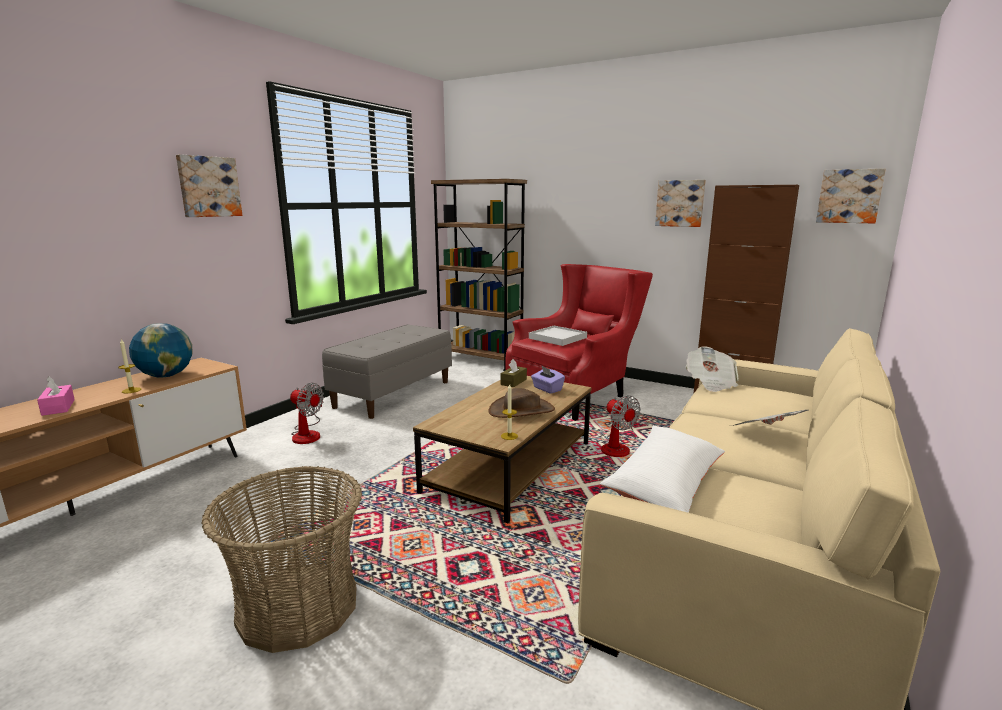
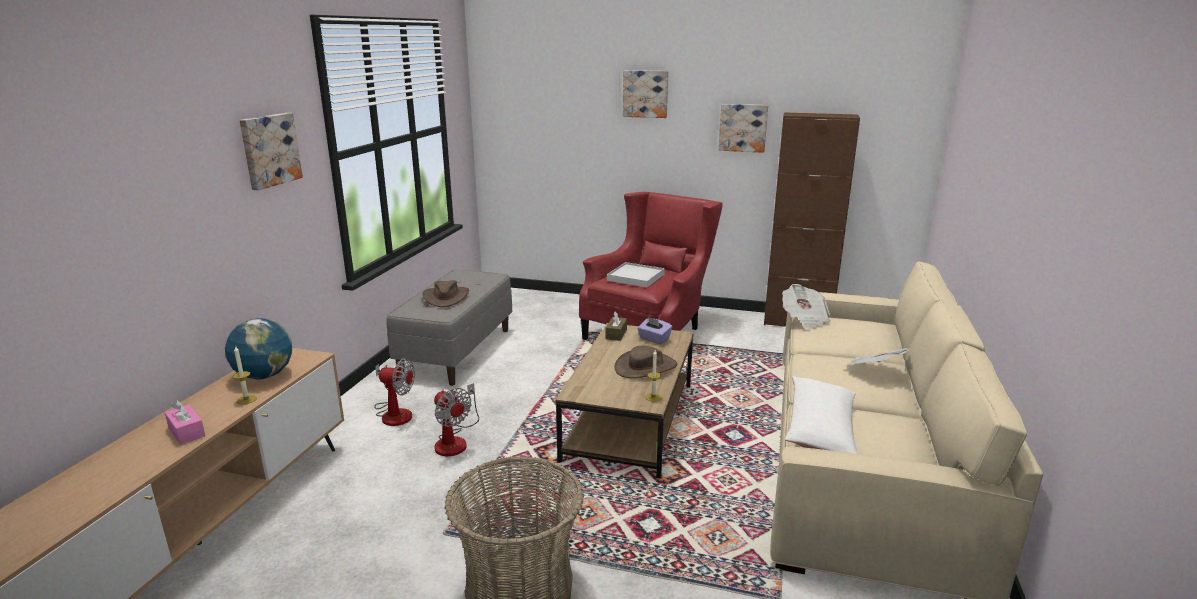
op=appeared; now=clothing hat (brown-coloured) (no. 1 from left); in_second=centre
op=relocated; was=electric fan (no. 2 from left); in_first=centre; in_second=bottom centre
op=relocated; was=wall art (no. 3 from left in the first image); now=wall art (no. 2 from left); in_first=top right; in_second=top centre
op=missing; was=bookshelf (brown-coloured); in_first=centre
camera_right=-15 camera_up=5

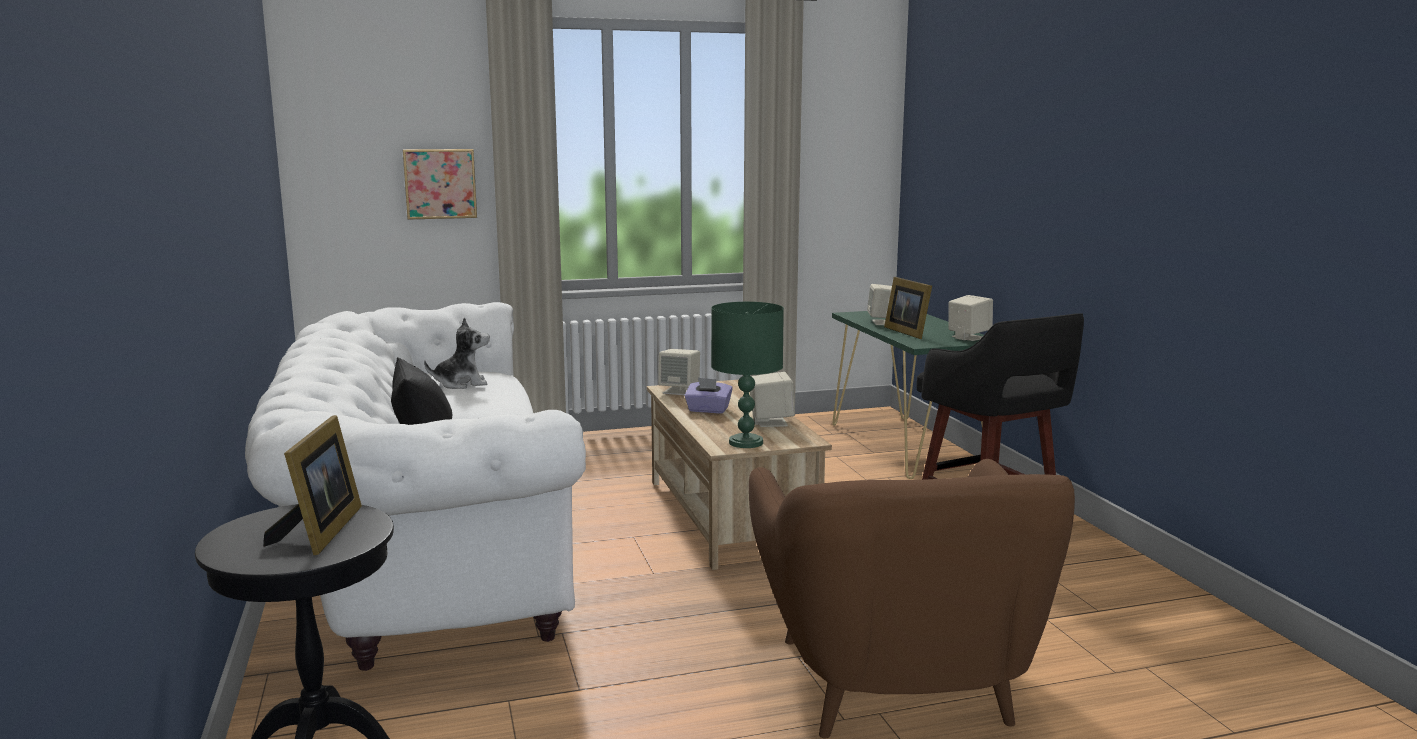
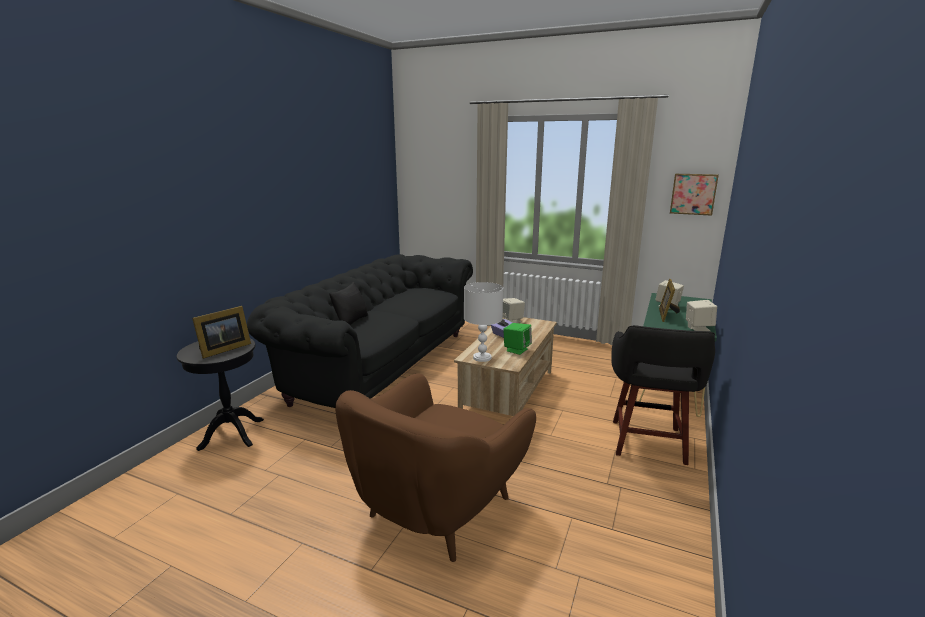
op=colour; was=sofa (whitish); now=sofa (black-coloured); in_first=middle left; in_second=centre
op=colour; was=tabletop lamp (green); now=tabletop lamp (whitish); in_first=centre; in_second=centre
op=colour; was=speaker (sand-coloured) (no. 2 from left); now=speaker (green); in_first=centre; in_second=centre
op=relocated; was=wall art; in_first=top left; in_second=top right
op=missing; was=cuddly toy; in_first=middle left
camera_right=40 camera_up=5

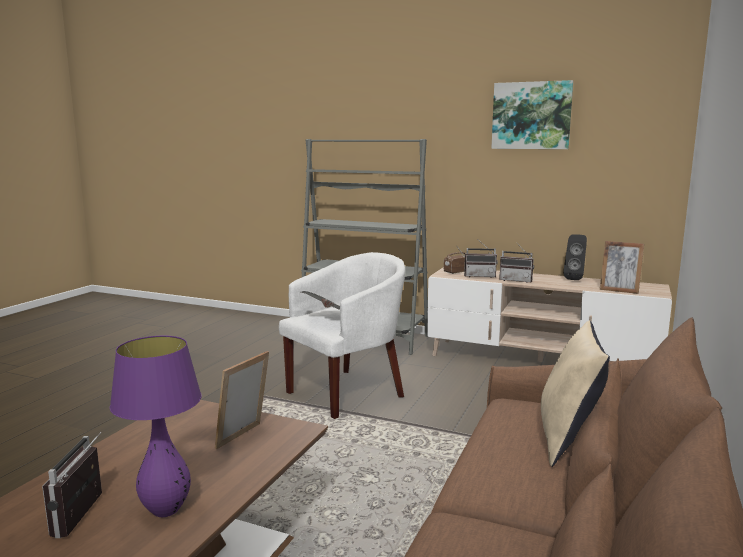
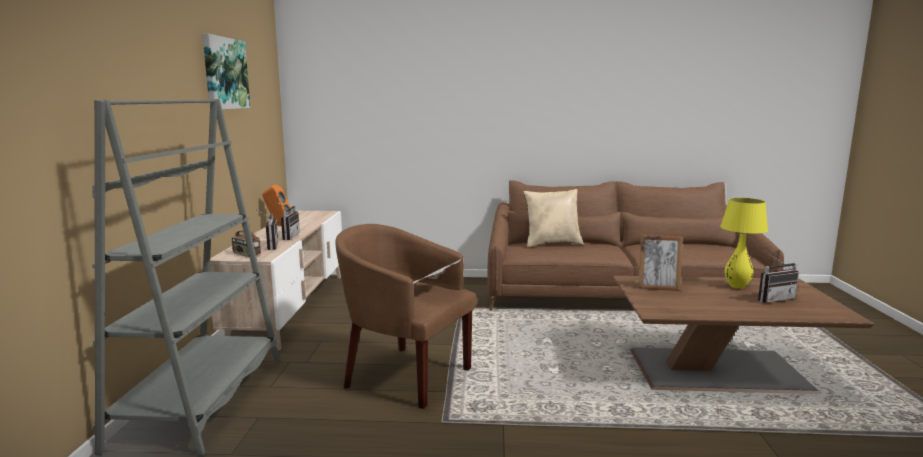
op=colour; was=speaker (black-coloured); now=speaker (orange); in_first=middle right; in_second=middle left
op=colour; was=armchair (whitish); now=armchair (brown-coloured); in_first=centre; in_second=bottom centre
op=colour; was=tabletop lamp (purple); now=tabletop lamp (yellow-coloured); in_first=bottom left; in_second=middle right
op=missing; was=standing frame (no. 2 from left); in_first=middle right
camera_right=-110 camera_up=0

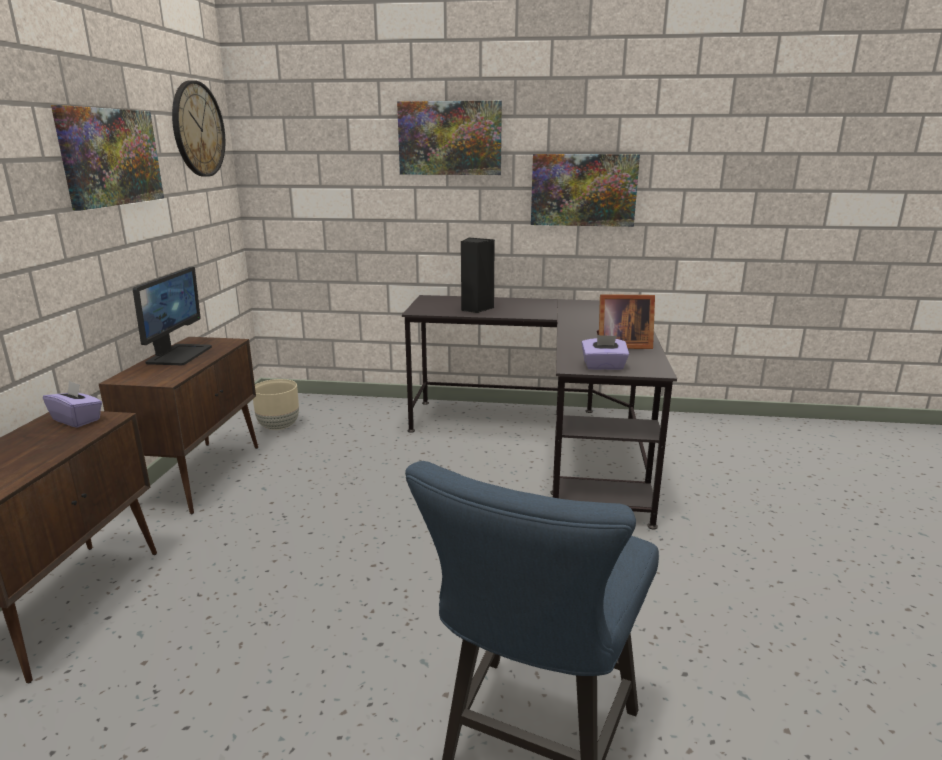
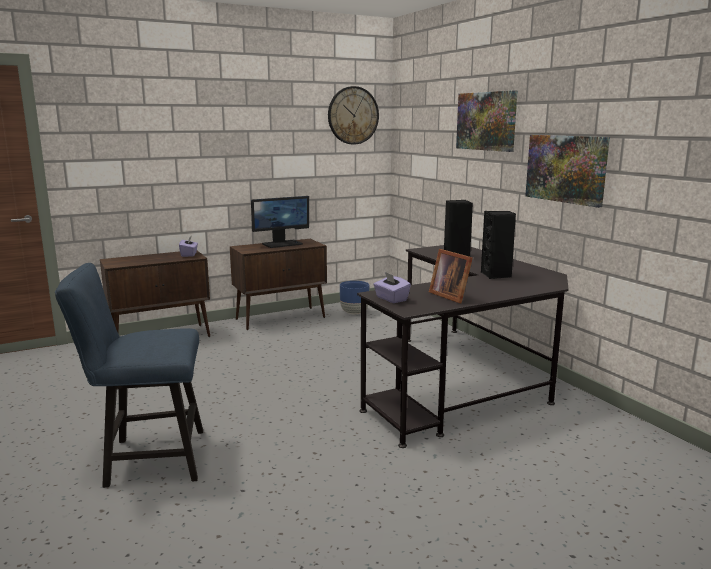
op=colour; was=plant pot (sand-coloured); now=plant pot (blue); in_first=middle left; in_second=centre
op=appeared; now=speaker (black-coloured) (no. 2 from left); in_second=middle right
op=missing; was=wall art (no. 1 from left); in_first=top left
camera_right=55 camera_up=-5

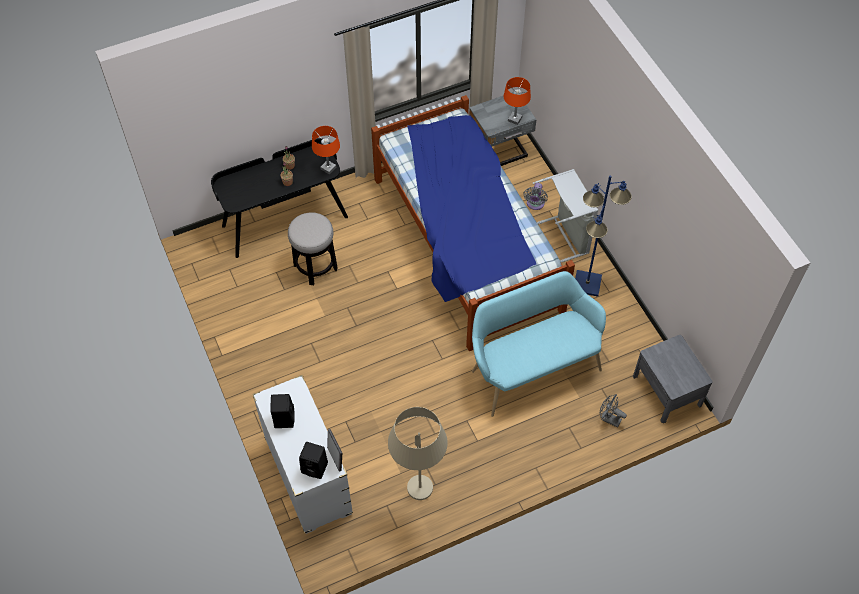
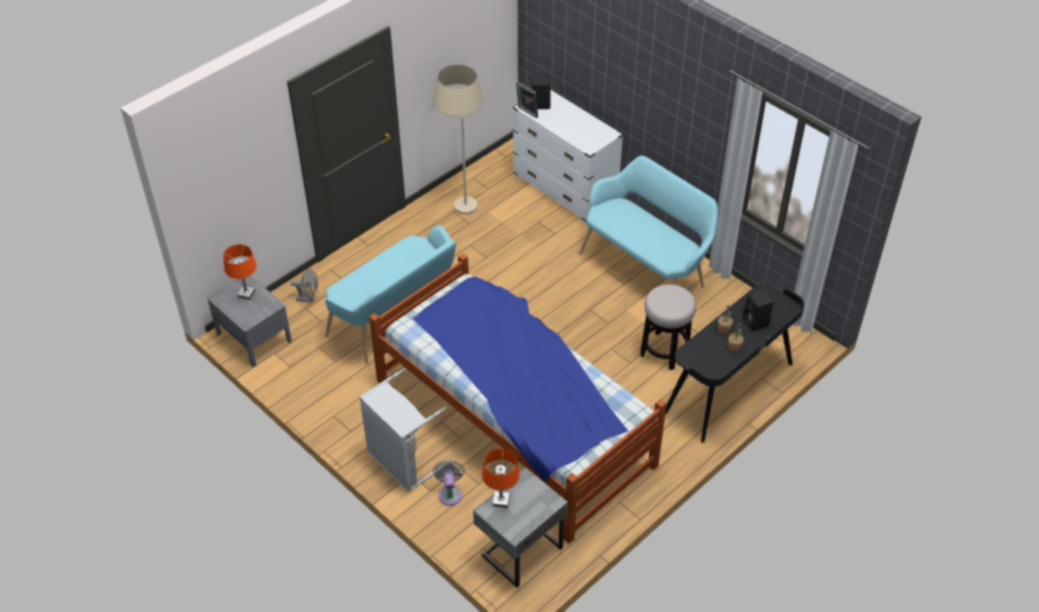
op=relocated; was=tabletop lamp (orange) (no. 1 from left); in_first=top centre; in_second=middle left
op=appeared; now=bench (turquoise) (no. 2 from left); in_second=centre
op=relocated; was=speaker (black-coloured) (no. 1 from left in the first image); now=speaker (black-coloured) (no. 2 from left); in_first=bottom left; in_second=middle right
op=missing; was=standard lamp (blue); in_first=middle right
camera_right=160 camera_up=-10

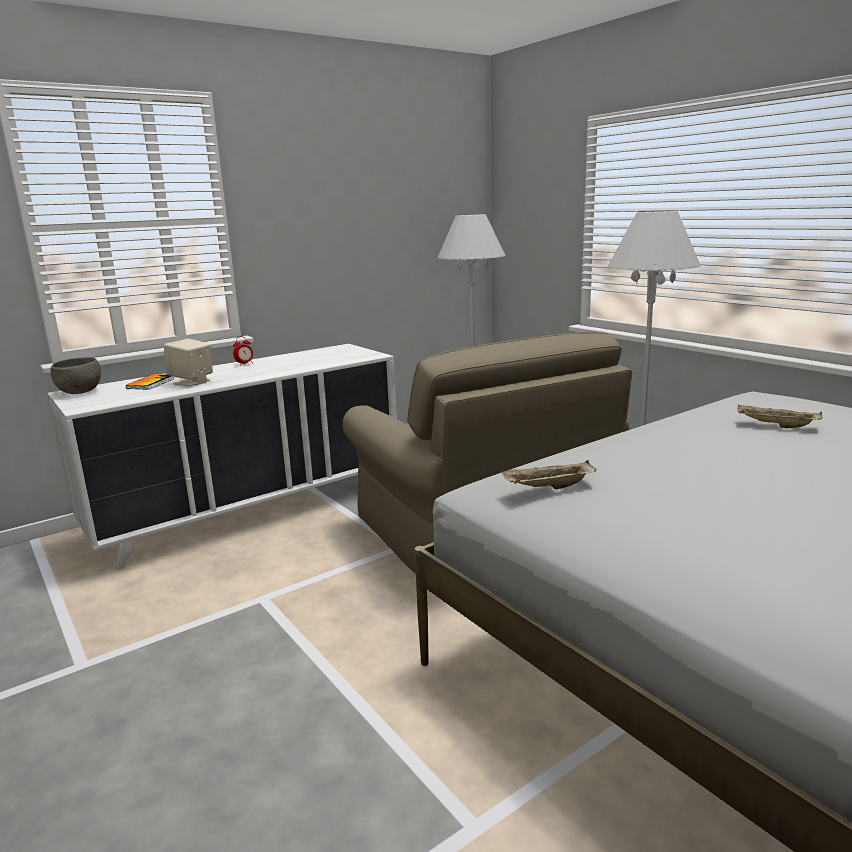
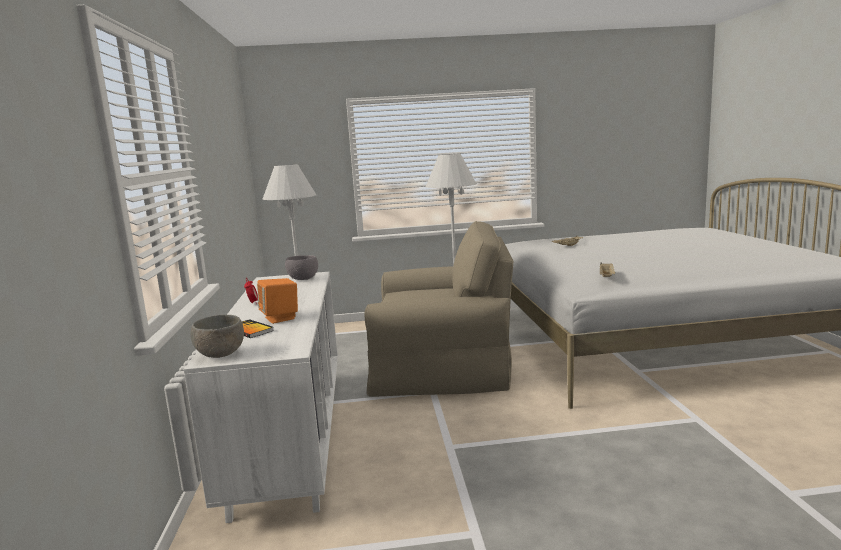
op=colour; was=speaker (sand-coloured); now=speaker (orange); in_first=middle left; in_second=middle left
op=appeared; now=deep dish (grey) (no. 2 from left); in_second=centre
camera_right=-60 camera_up=-5

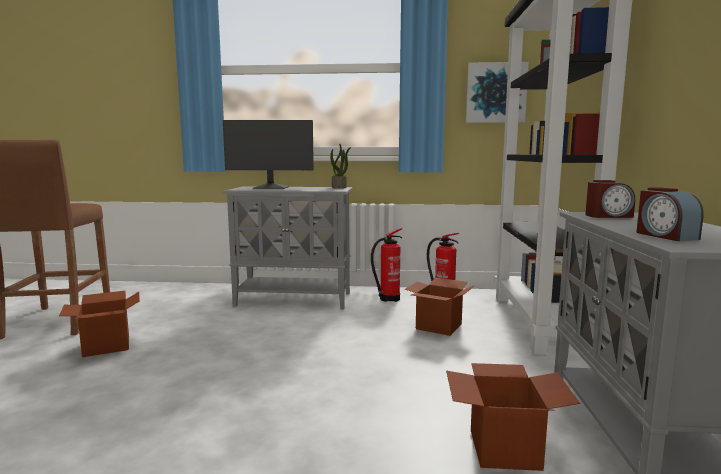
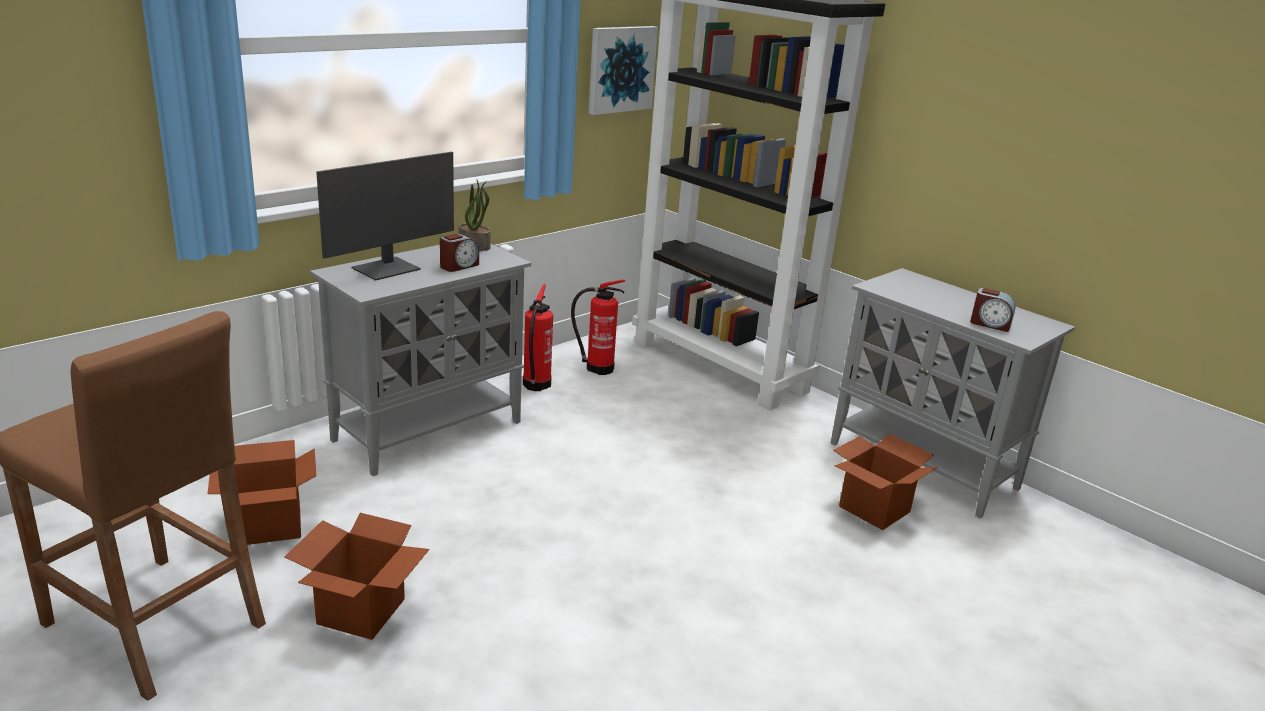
op=relocated; was=carton (no. 2 from left in the first image); now=carton (no. 1 from left); in_first=centre; in_second=bottom left
op=relocated; was=alarm clock (no. 1 from left); in_first=middle right; in_second=centre
camera_right=-50 camera_up=15

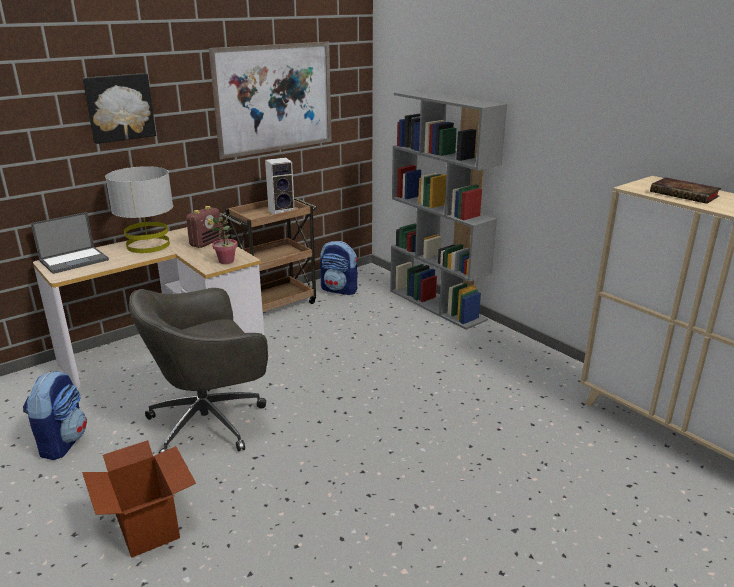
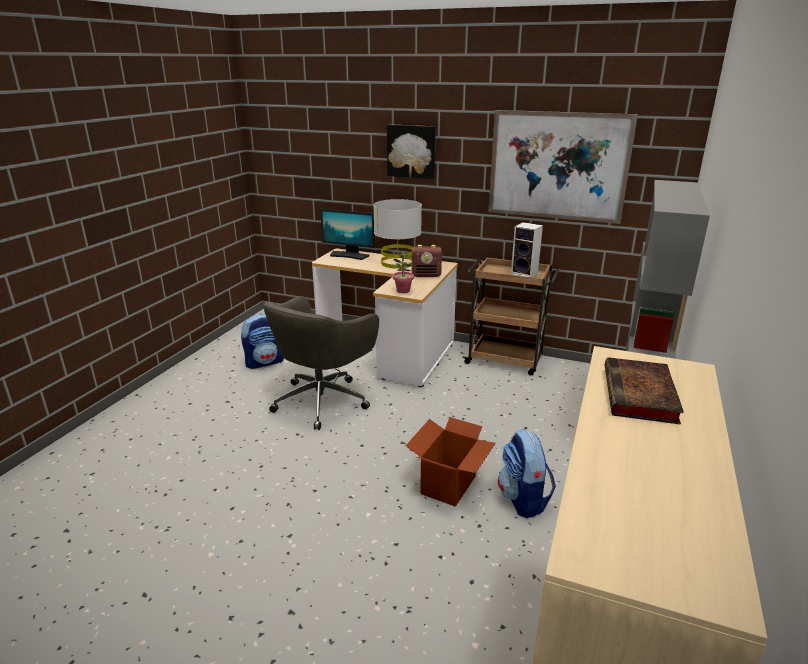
op=spun; was=computer chair (grey); in_first=middle left; in_second=centre; clockwise=-90
op=exchanged; was=portable computer; now=monitor; in_first=middle left; in_second=centre
op=relocated; was=carton; in_first=bottom left; in_second=bottom centre
op=relocated; was=knapsack (no. 2 from left); in_first=centre; in_second=bottom centre
camera_right=60 camera_up=0

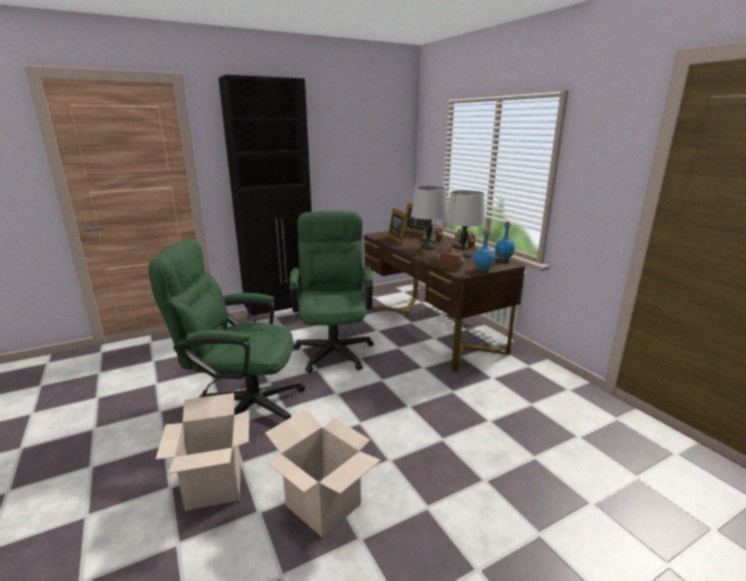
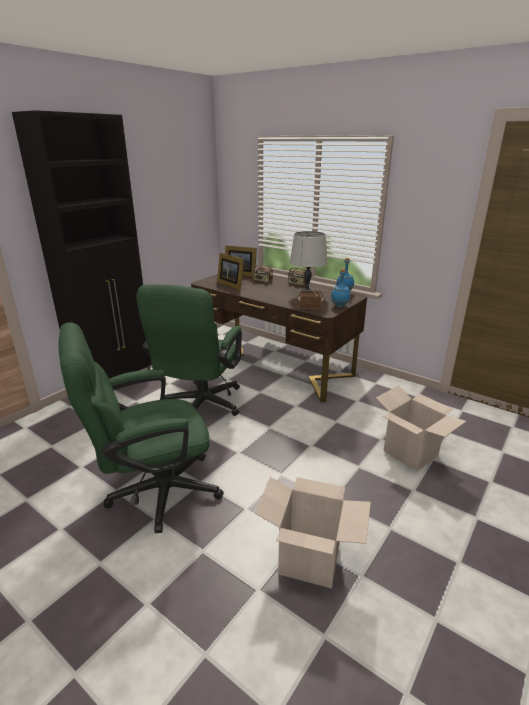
op=spun; was=computer chair (green) (no. 2 from left); in_first=centre; in_second=centre; clockwise=-135
op=relocated; was=carton (no. 1 from left in the first image); now=carton (no. 2 from left); in_first=bottom left; in_second=middle right
op=missing; was=tabletop lamp (grey) (no. 1 from left); in_first=centre
camera_right=-25 camera_up=5

